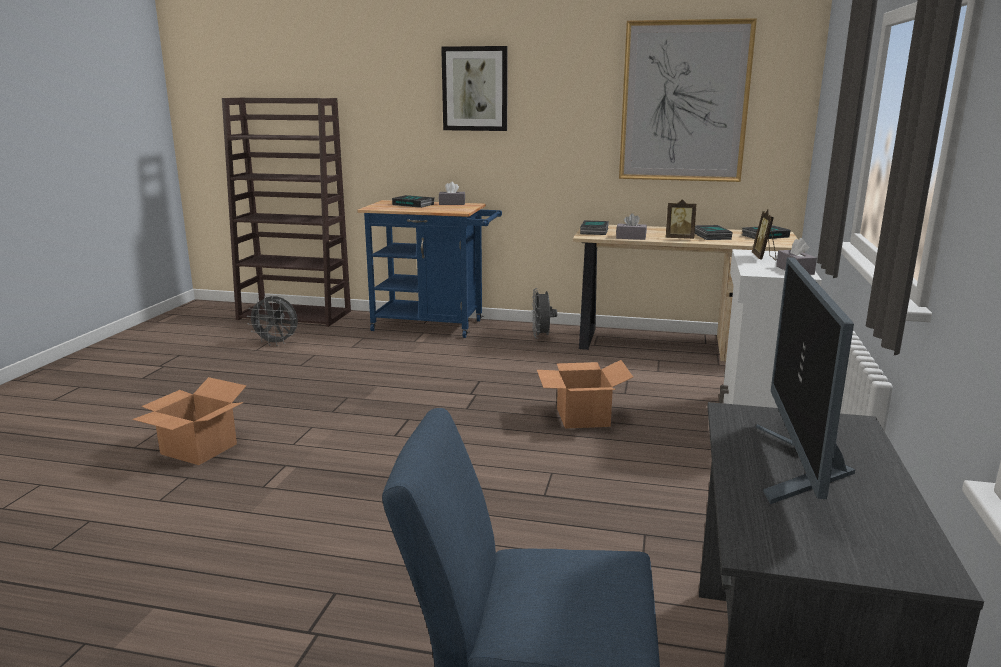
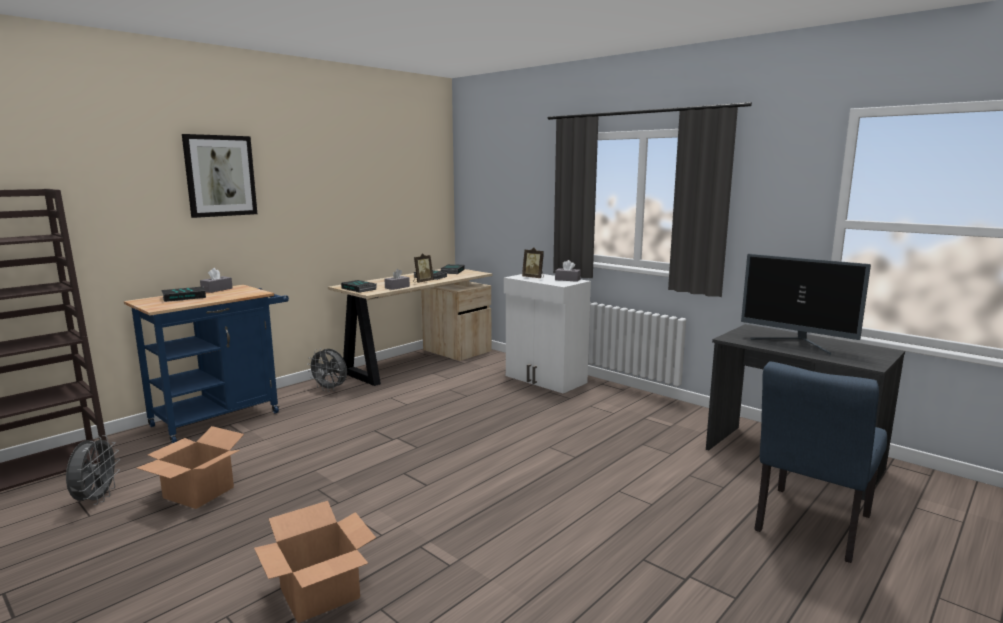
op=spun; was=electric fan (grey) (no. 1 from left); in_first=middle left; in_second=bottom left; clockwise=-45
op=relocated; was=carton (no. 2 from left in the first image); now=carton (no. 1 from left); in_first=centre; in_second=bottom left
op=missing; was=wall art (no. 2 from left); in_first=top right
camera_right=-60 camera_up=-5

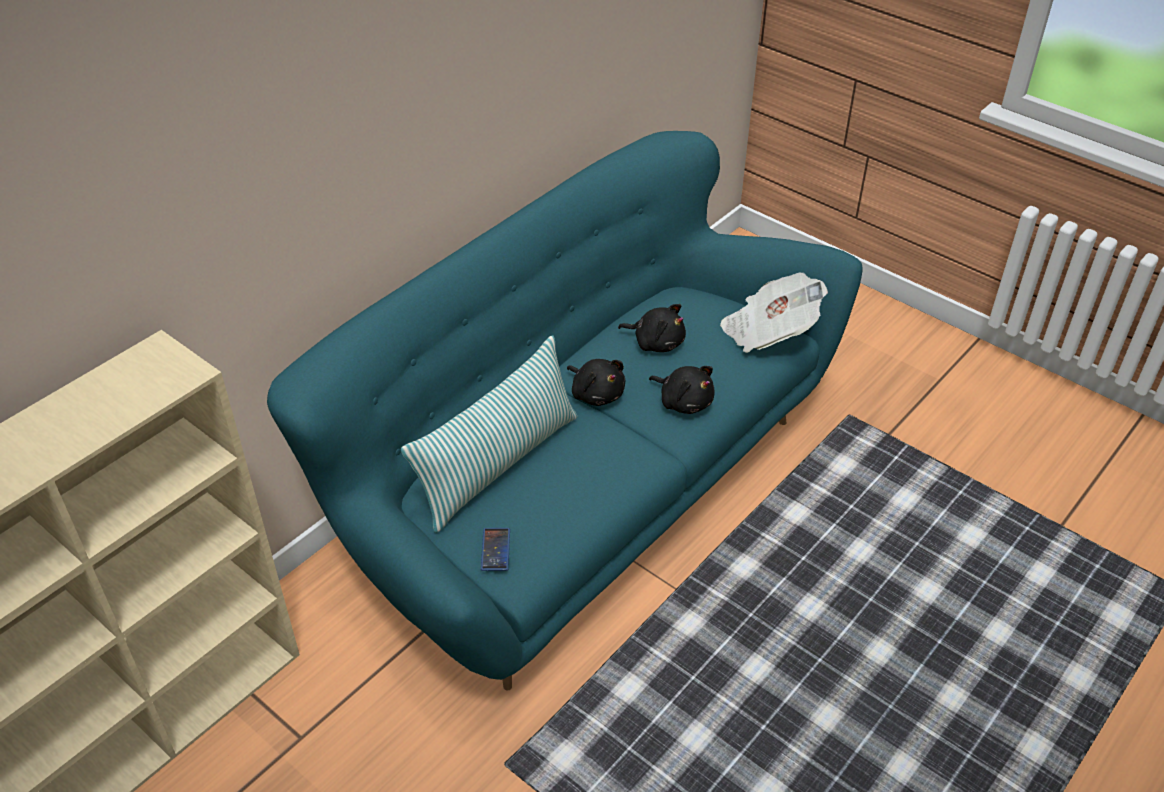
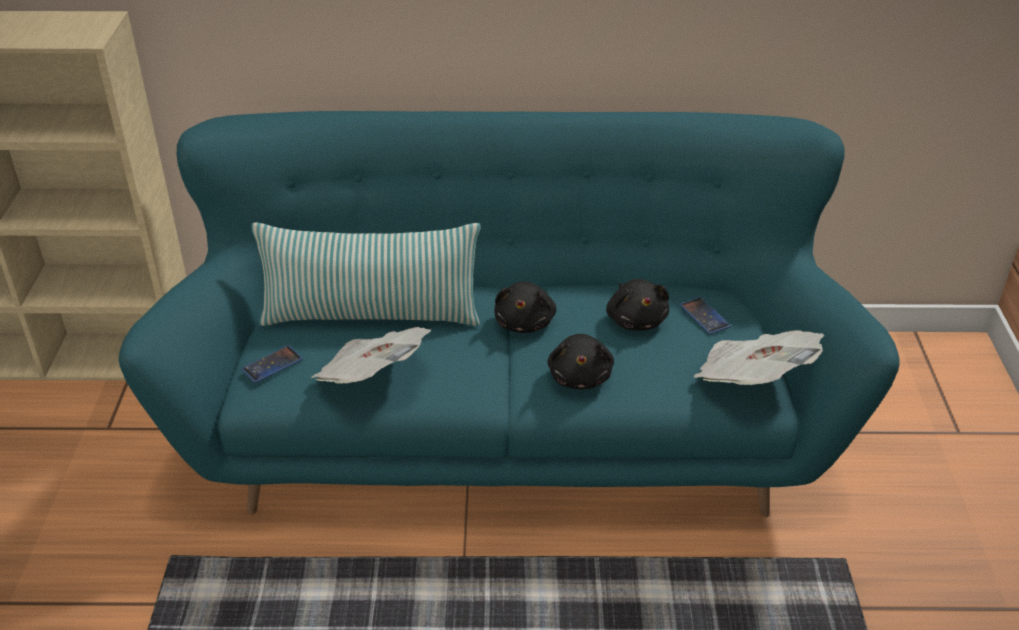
op=appeared; now=daily paper (no. 1 from left); in_second=centre
op=appeared; now=handset (no. 2 from left); in_second=middle right
camera_right=50 camera_up=-5

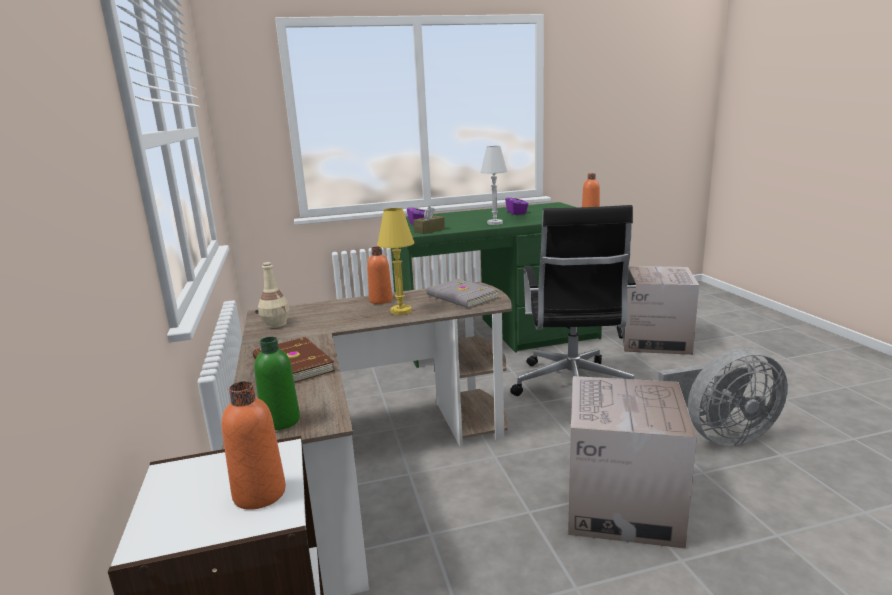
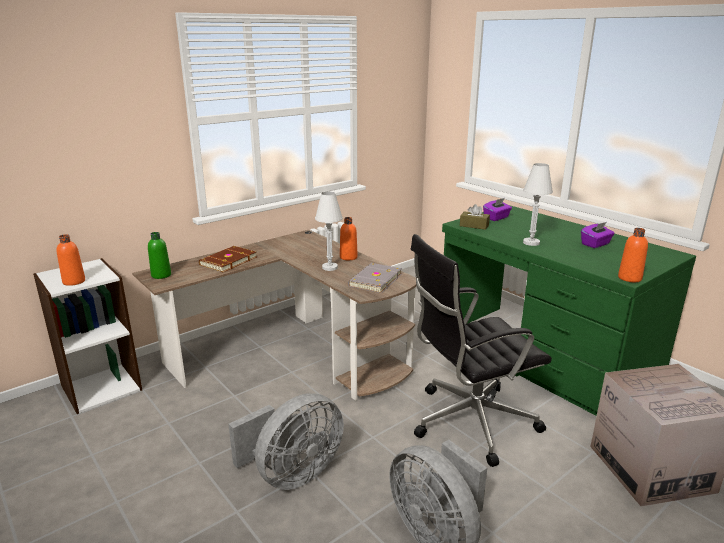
op=exchanged; was=carton (no. 1 from left); now=electric fan (grey) (no. 1 from left); in_first=bottom right; in_second=bottom centre
op=colour; was=tabletop lamp (yellow-coloured); now=tabletop lamp (whitish) (no. 1 from left); in_first=centre; in_second=centre
op=missing; was=bottle (sand-coloured); in_first=middle left
camera_right=65 camera_up=5

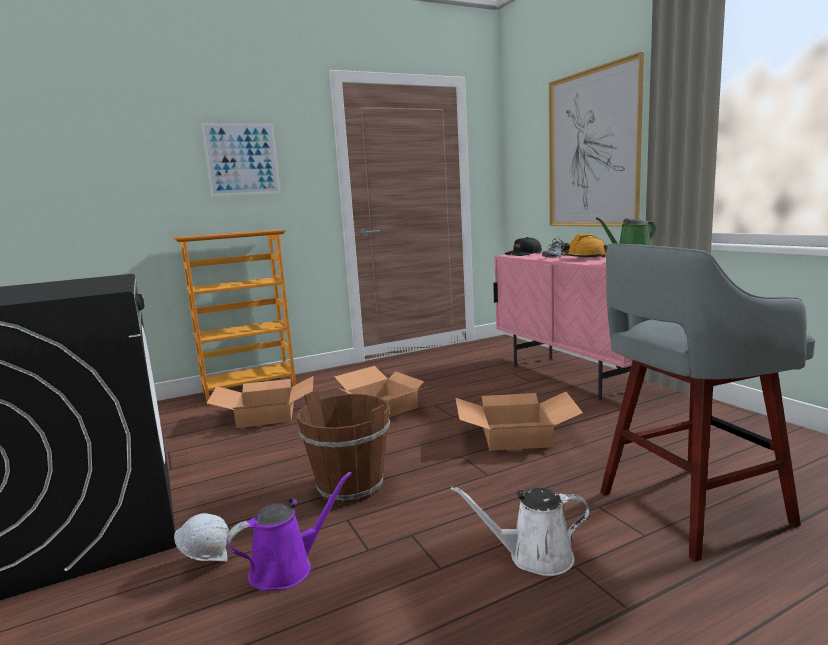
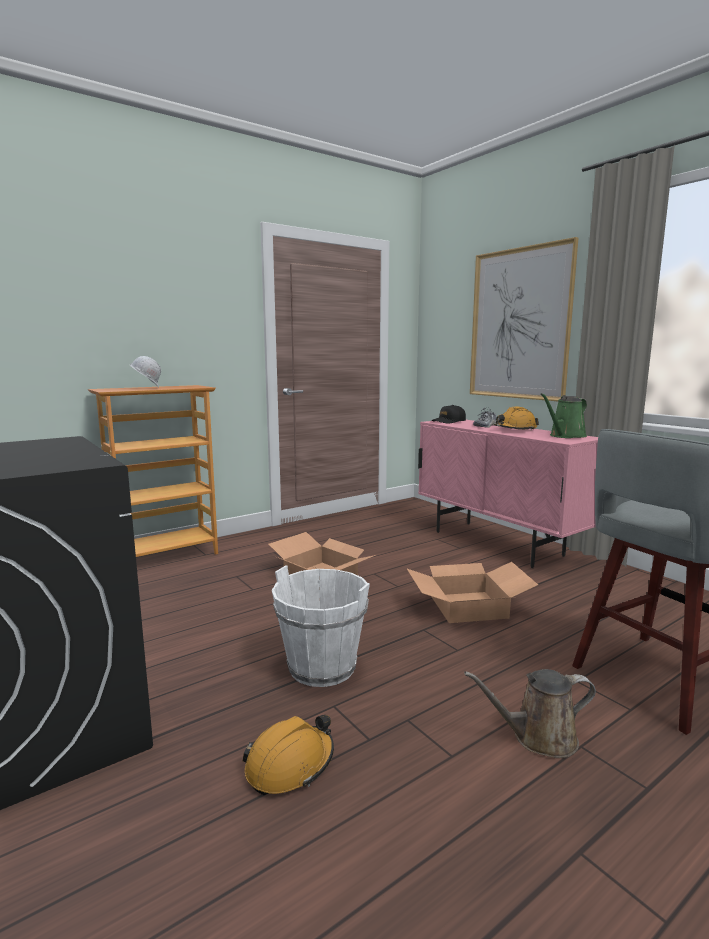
op=relocated; was=hard hat (whitish); in_first=bottom left; in_second=middle left
op=exchanged; was=sprinkling can (purple); now=hard hat (orange) (no. 1 from left); in_first=bottom centre; in_second=bottom centre
op=colour; was=bucket (brown-coloured); now=bucket (whitish); in_first=bottom centre; in_second=bottom centre
op=colour; was=sprinkling can (whitish); now=sprinkling can (brown-coloured); in_first=bottom centre; in_second=bottom right
op=missing; was=wall art (no. 1 from left); in_first=top left
op=missing; was=carton (no. 1 from left); in_first=middle left
camera_right=-10 camera_up=0

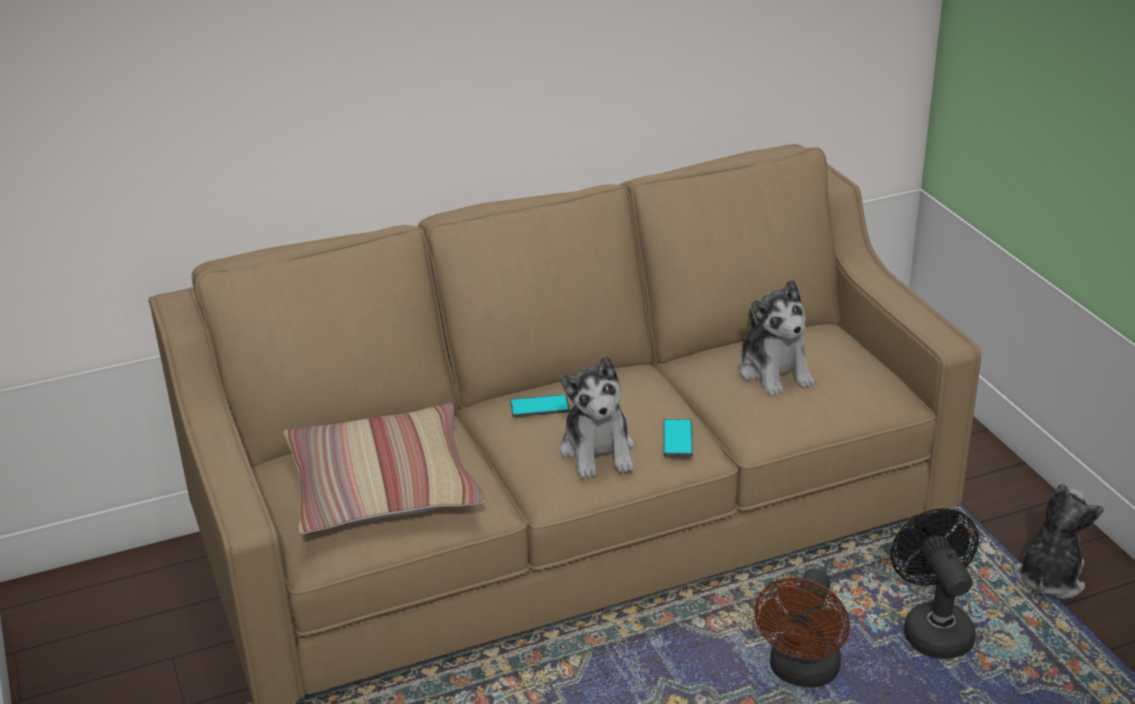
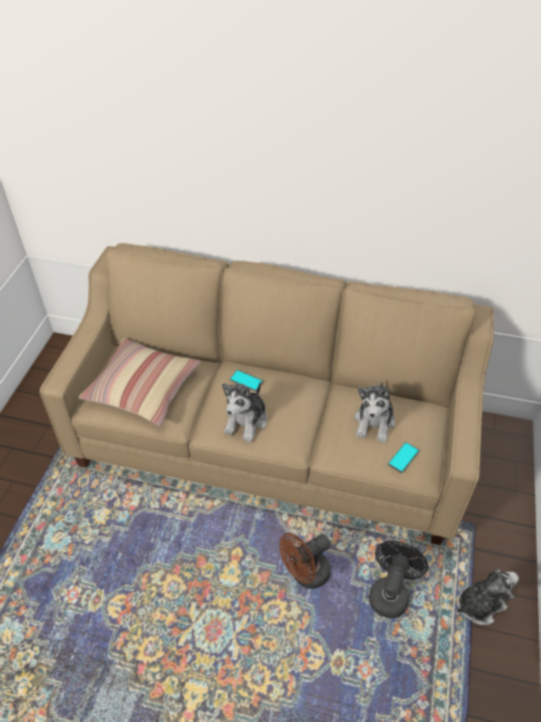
op=relocated; was=handset (no. 2 from left); in_first=centre; in_second=middle right
camera_right=35 camera_up=15

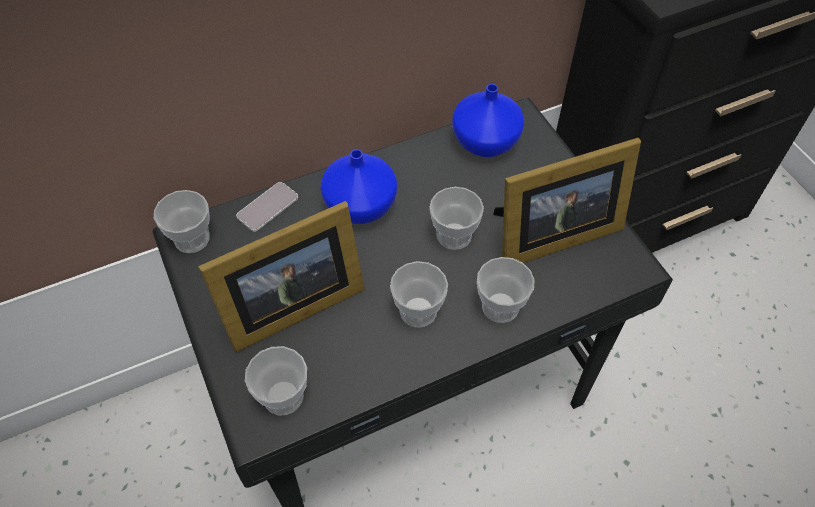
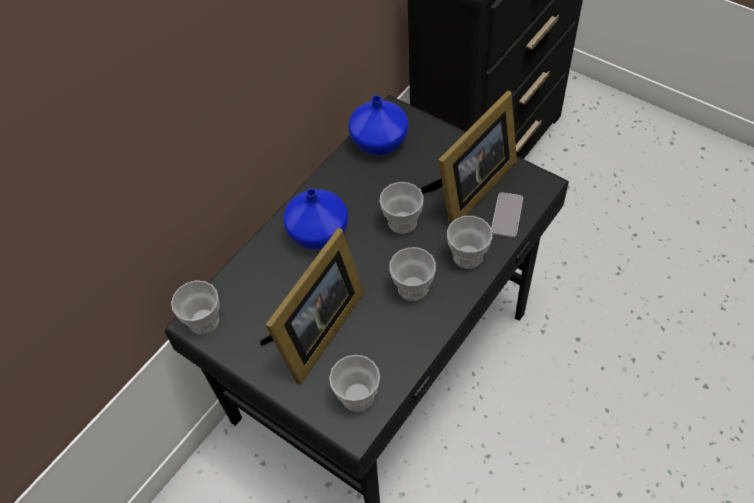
op=relocated; was=handset; in_first=middle left; in_second=middle right
camera_right=-25 camera_up=0

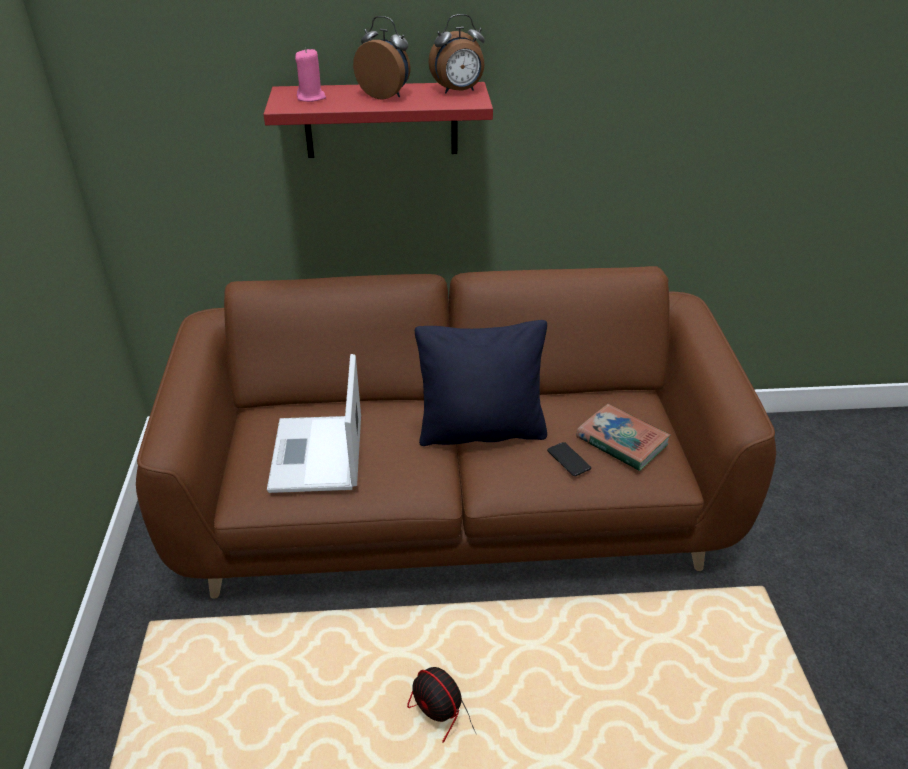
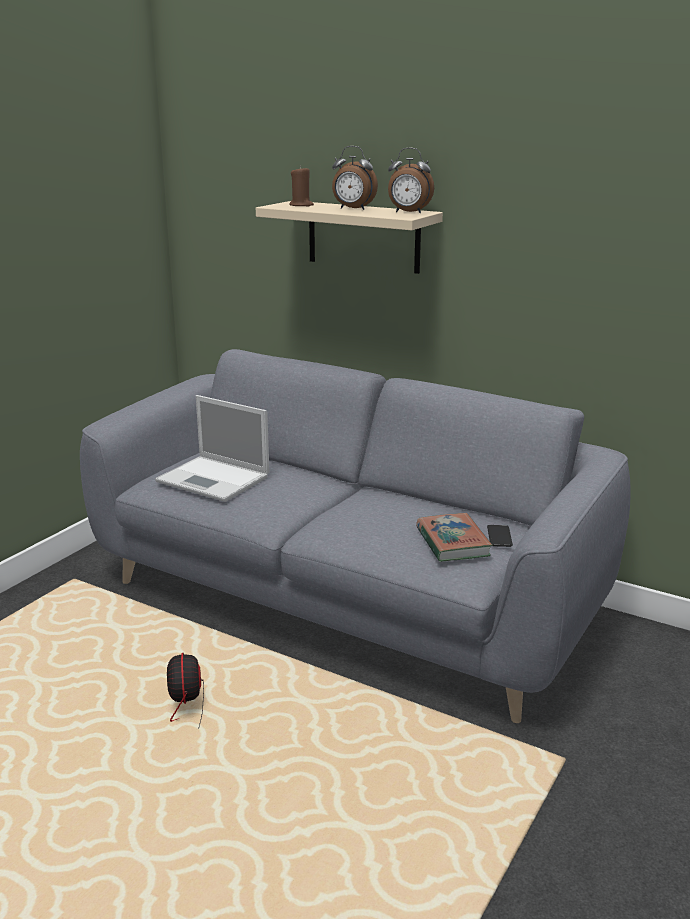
op=colour; was=sofa (brown-coloured); now=sofa (grey); in_first=centre; in_second=centre
op=spun; was=portable computer; in_first=centre; in_second=middle left; clockwise=-90
op=colour; was=wall shelf (red); now=wall shelf (sand-coloured); in_first=top centre; in_second=top centre
op=colour; was=wax light (pinkish); now=wax light (brown-coloured); in_first=top centre; in_second=top centre
op=spun; was=alarm clock (no. 1 from left); in_first=top centre; in_second=top centre; clockwise=135
op=relocated; was=handset; in_first=centre; in_second=middle right
op=missing; was=cushion (black-coloured); in_first=centre
camera_right=35 camera_up=-15

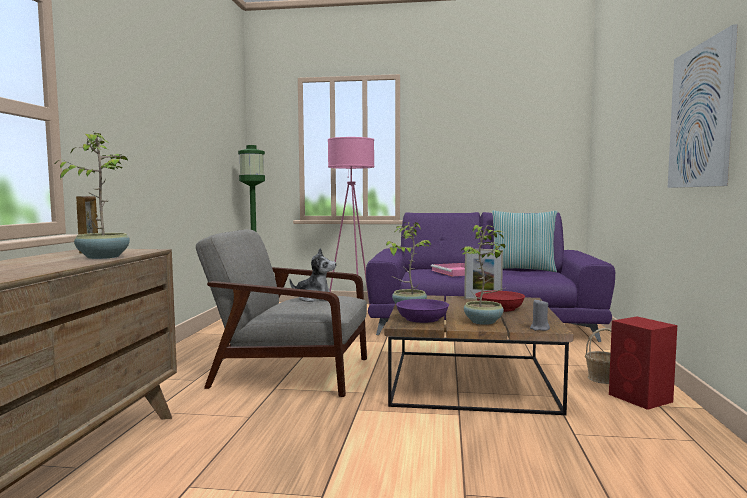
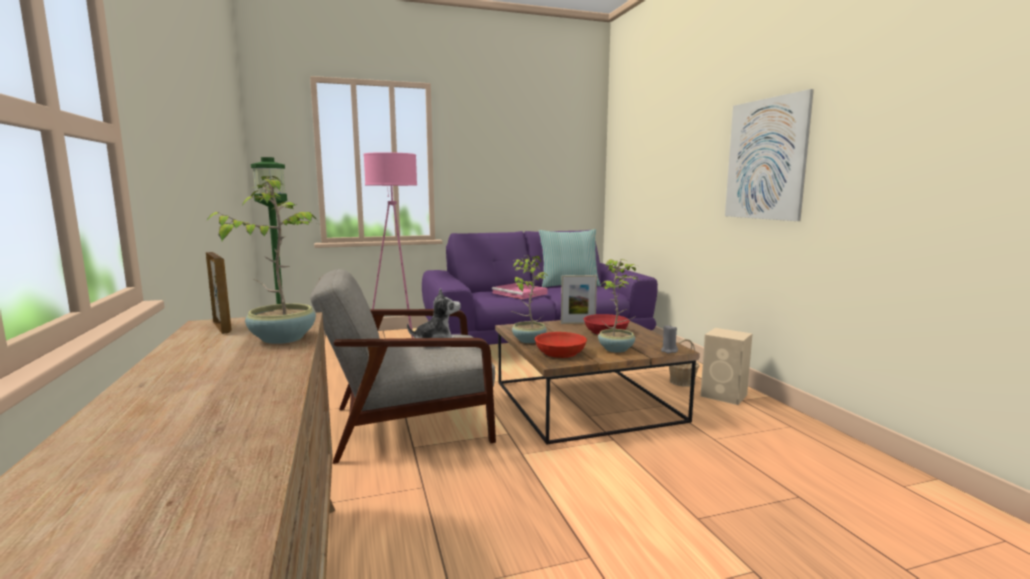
op=colour; was=deep dish (purple); now=deep dish (red) (no. 1 from left); in_first=centre; in_second=centre
op=colour; was=speaker (red); now=speaker (sand-coloured); in_first=bottom right; in_second=middle right
camera_right=-25 camera_up=5

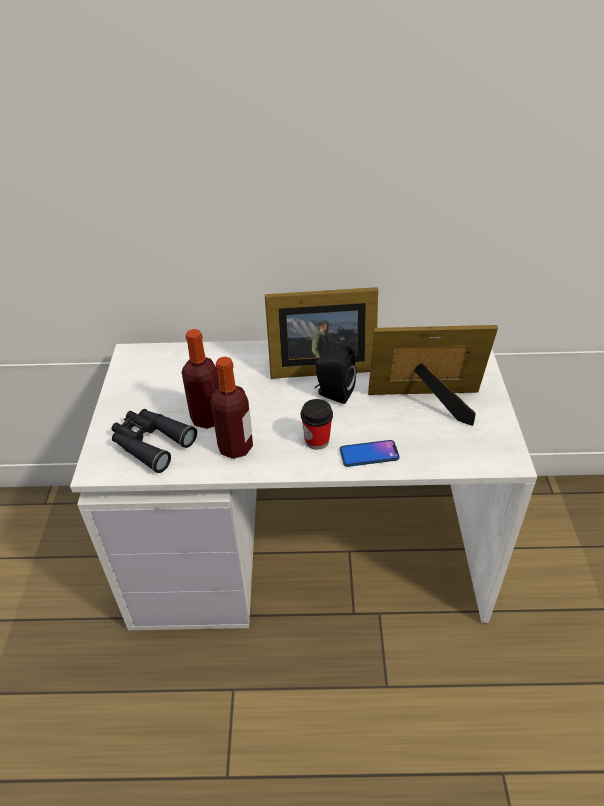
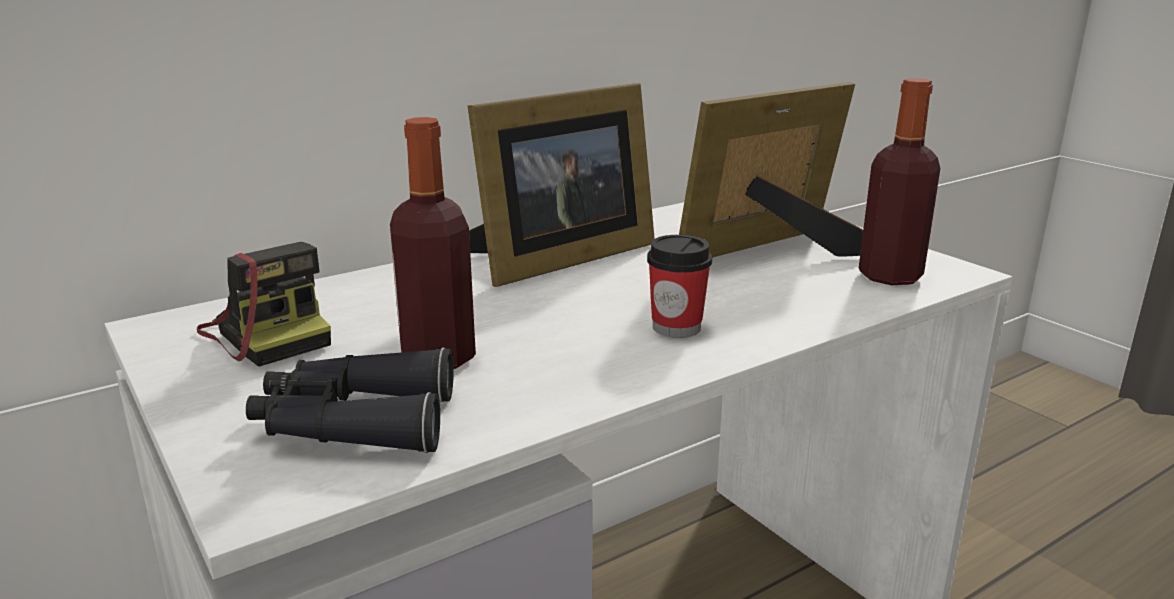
op=appeared; now=still camera; in_second=middle left
op=relocated; was=bottle (no. 2 from left); in_first=centre; in_second=top right
op=missing; was=speaker (black-coloured); in_first=centre
op=missing; was=handset; in_first=centre
camera_right=-35 camera_up=-20

